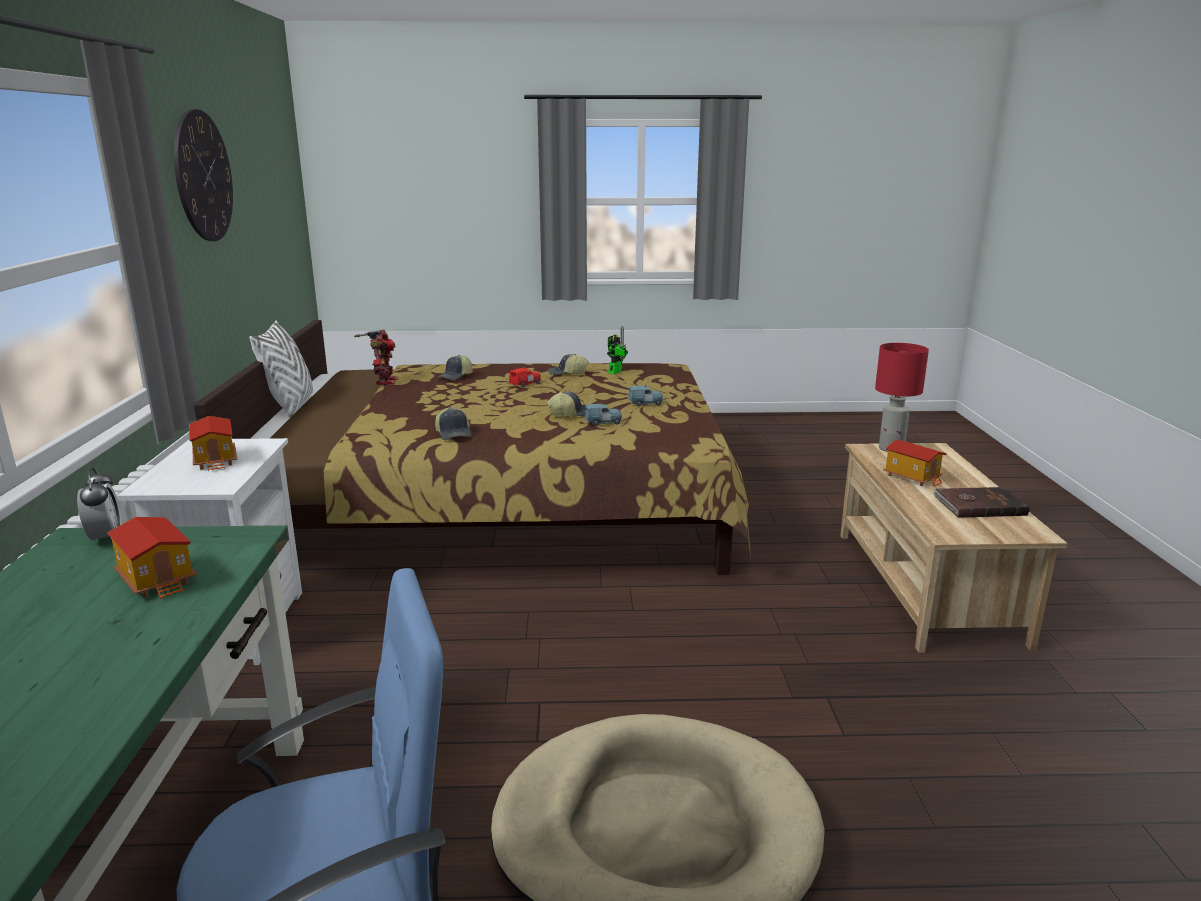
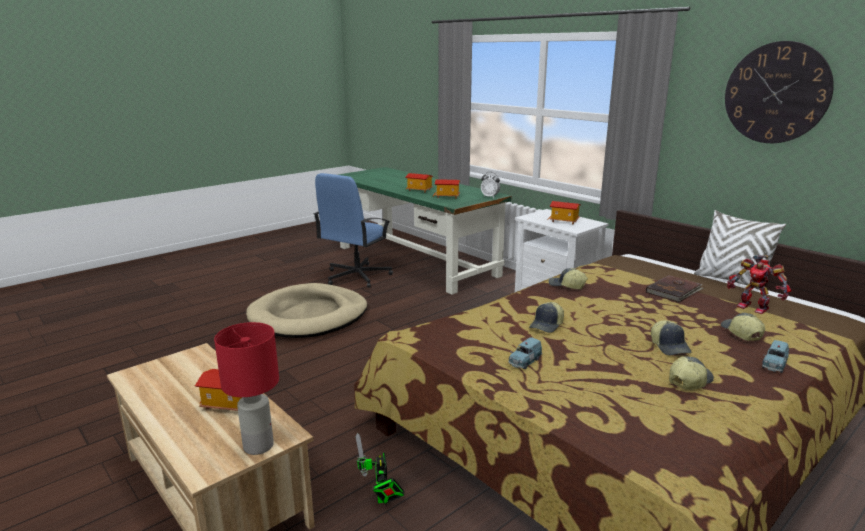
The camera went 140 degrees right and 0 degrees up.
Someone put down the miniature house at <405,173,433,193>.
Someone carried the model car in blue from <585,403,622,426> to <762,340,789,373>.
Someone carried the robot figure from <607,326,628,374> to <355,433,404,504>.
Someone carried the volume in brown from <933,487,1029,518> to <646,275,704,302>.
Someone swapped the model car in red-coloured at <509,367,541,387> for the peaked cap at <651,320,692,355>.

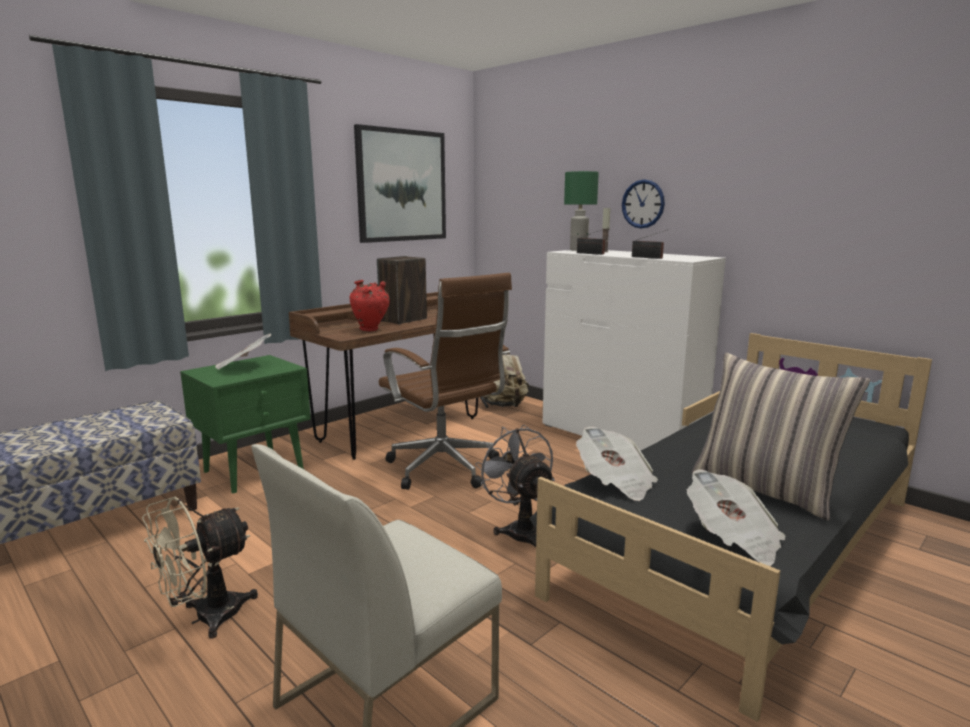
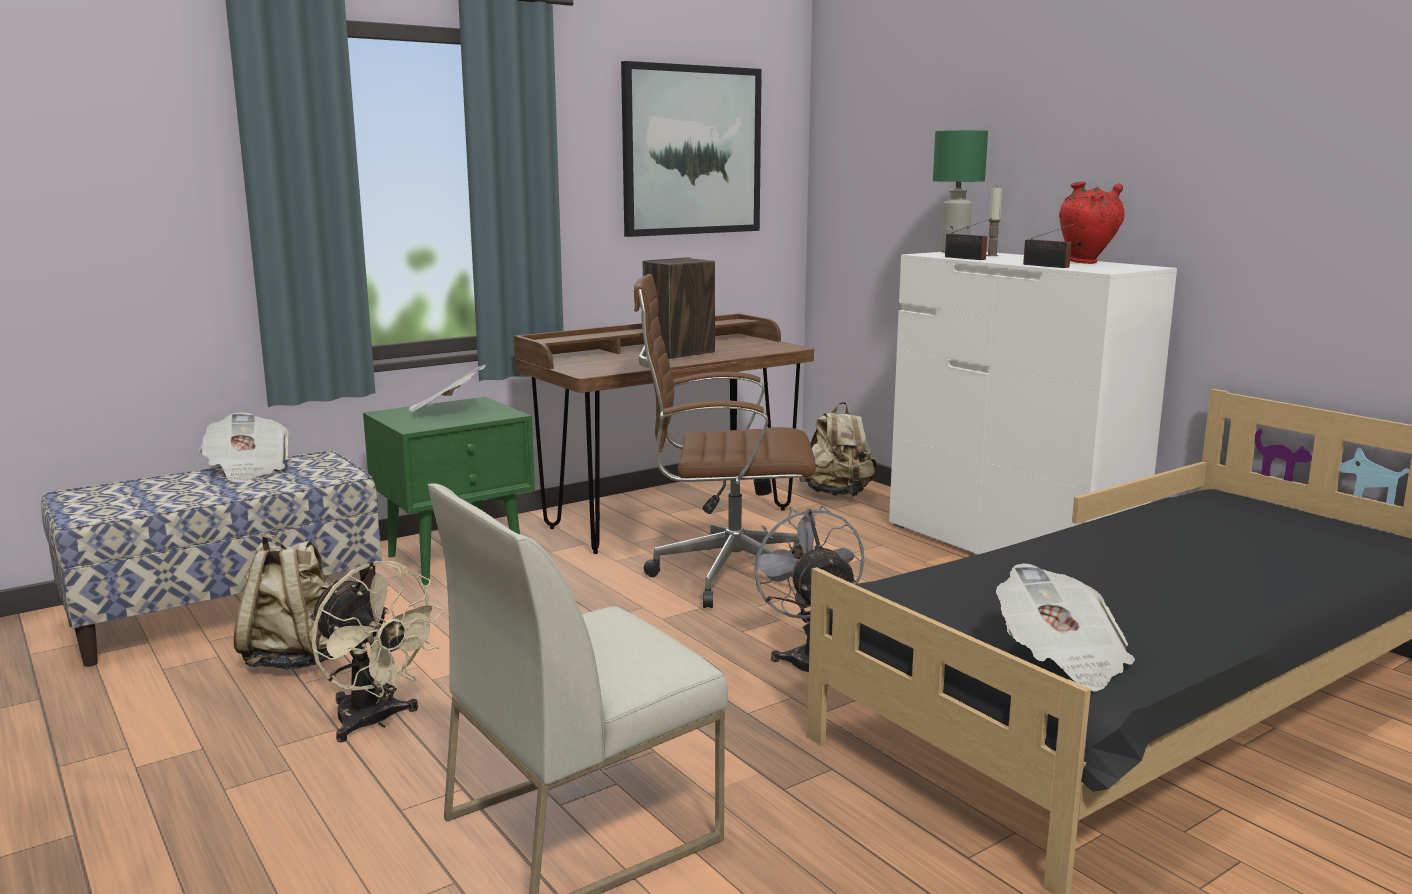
The camera went 10 degrees right and 0 degrees up.
Someone took away the wall clock at <622,179,665,228>.
Someone took away the cushion at <692,352,870,521>.
Someone put down the rucksack in beige at <234,533,334,669>.
Someone carried the decorative vase in red-coloured from <349,280,390,331> to <1059,182,1125,264>.
Someone carried the printed paper from <576,426,658,501> to <200,412,289,482>.
Someone rotated the fan in beige at <142,497,258,638> by 105 degrees counterclockwise.
Someone rotated the desk chair in brown at <379,273,512,490> by 120 degrees clockwise.

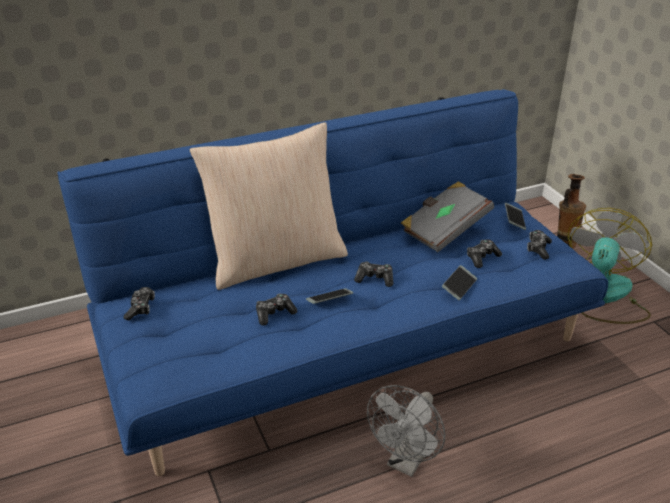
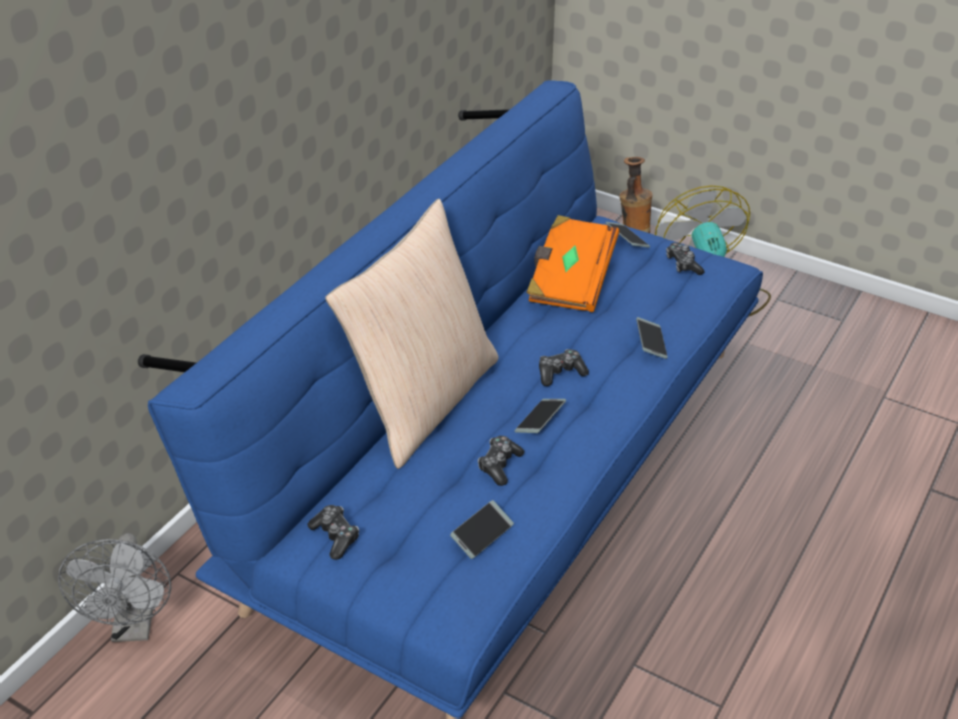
The camera went 35 degrees left and 5 degrees up.
Someone took away the joypad at <467,239,502,268>.
Someone put down the handset at <450,500,514,559>.
Someone carried the fan in greyish from <367,385,445,477> to <58,533,171,642>.
Someone repainted the volume in greyish at <401,181,494,252>, which became the volume in orangey at <526,215,619,312>.

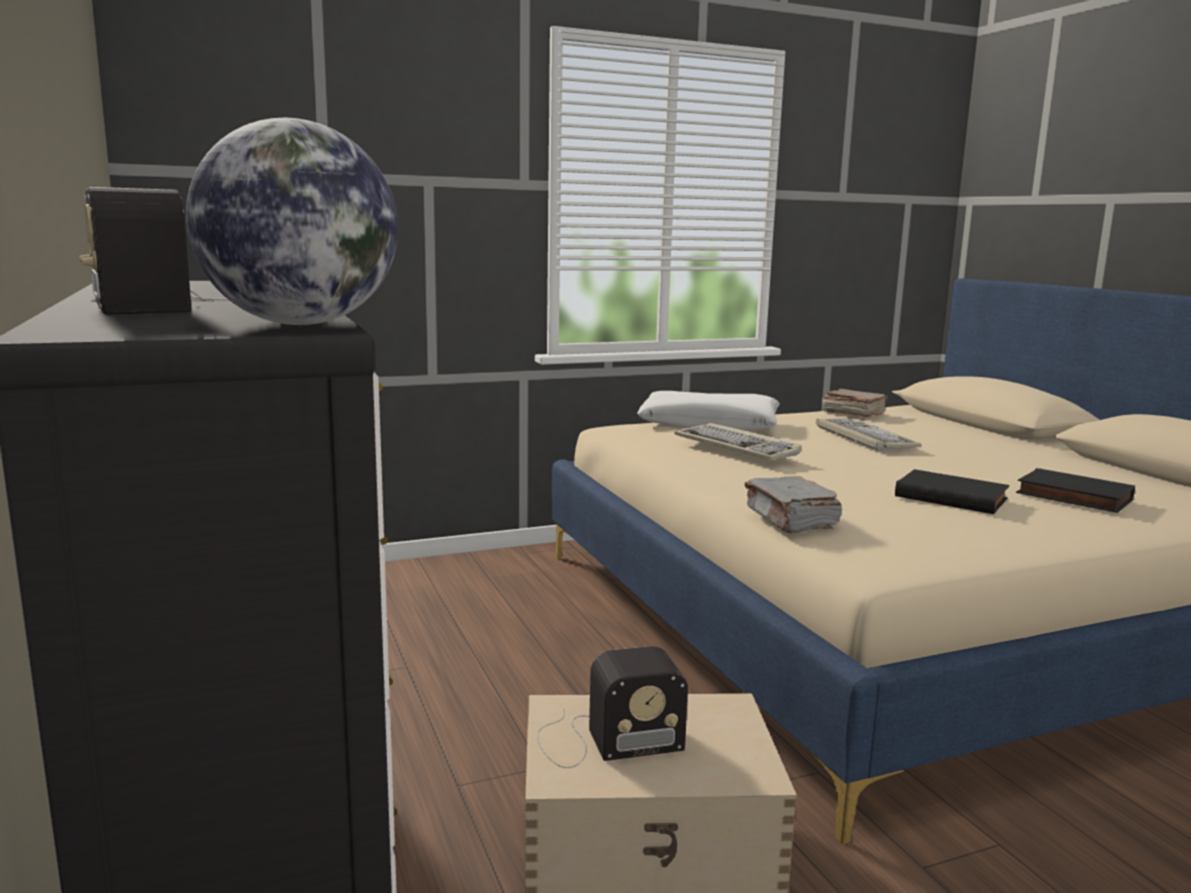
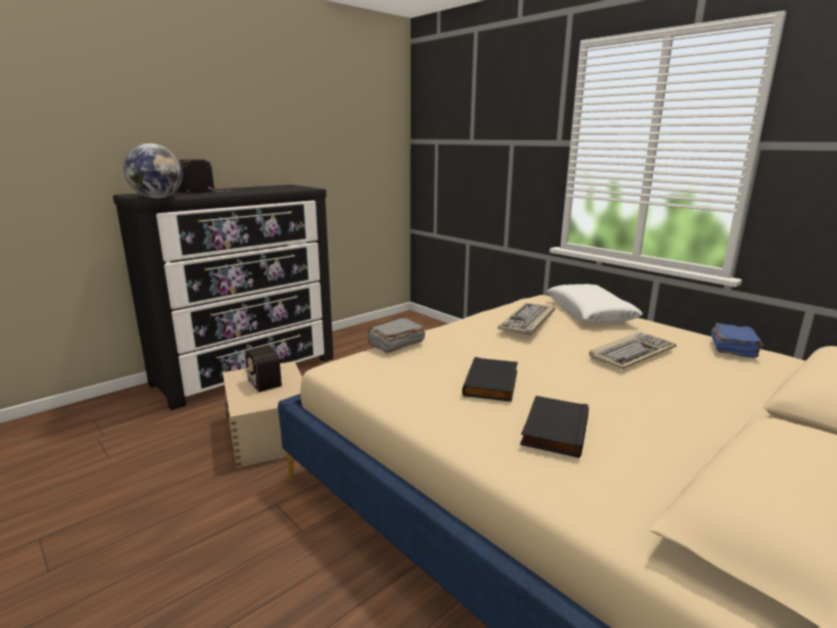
The camera went 70 degrees right and 5 degrees up.
Someone repainted the volume in brown at <822,389,888,417>, which became the volume in blue at <711,323,763,358>.

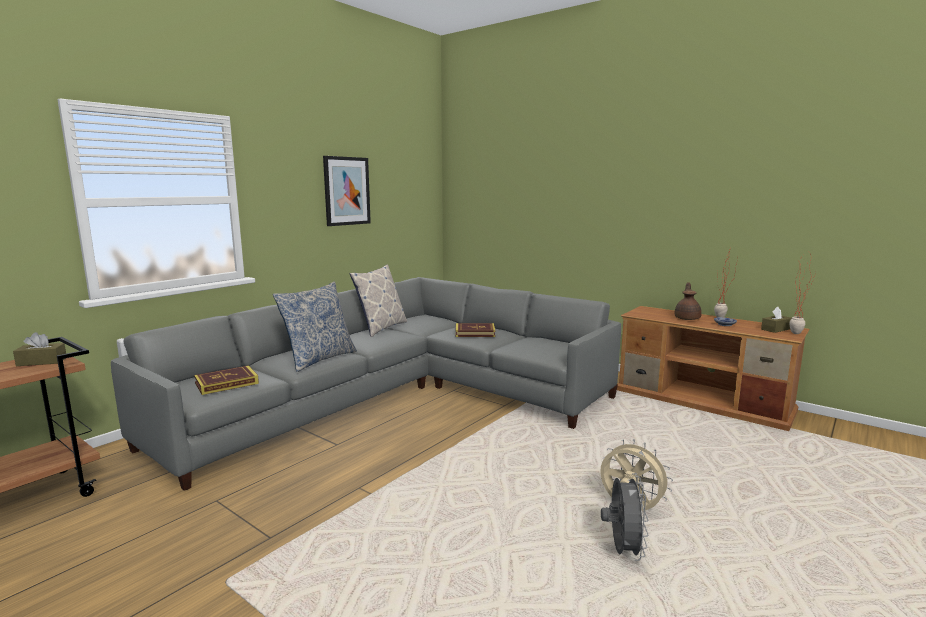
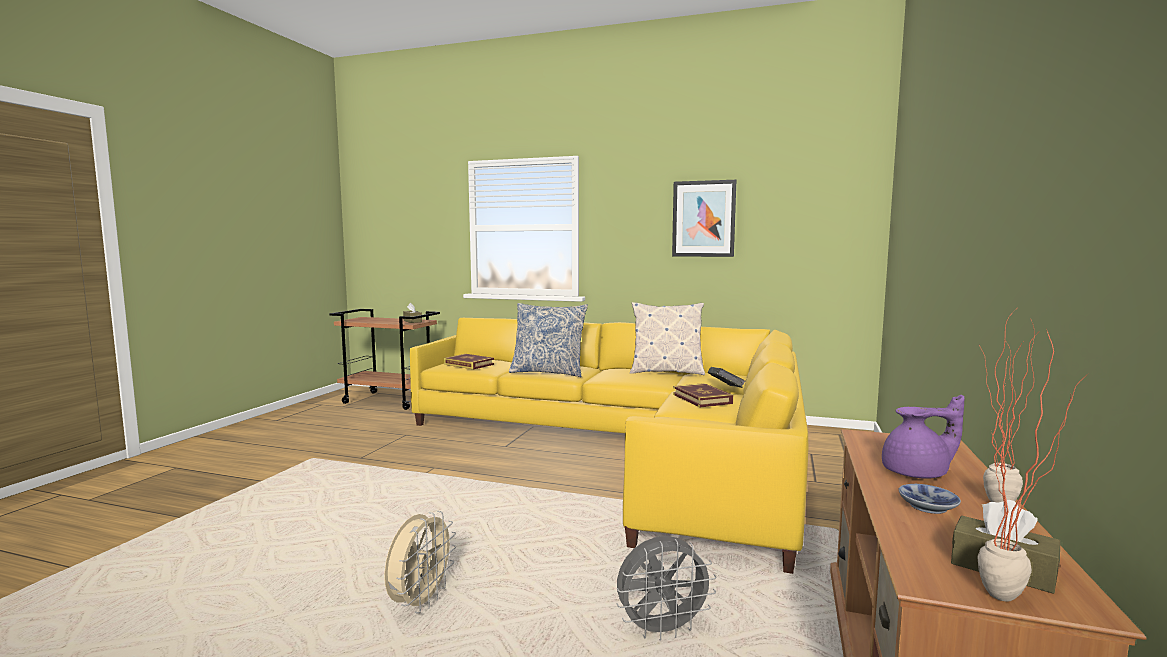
The camera went 70 degrees right and 5 degrees down.
Someone put down the volume at <708,367,745,388>.
Someone carried the fan in greyish from <601,473,648,561> to <617,536,717,641>.
Someone repainted the couch in greyish at <111,277,621,491>, which became the couch in yellow at <410,318,808,574>.
Someone repainted the pot for tea in brown at <675,282,702,320>, which became the pot for tea in purple at <882,395,964,479>.

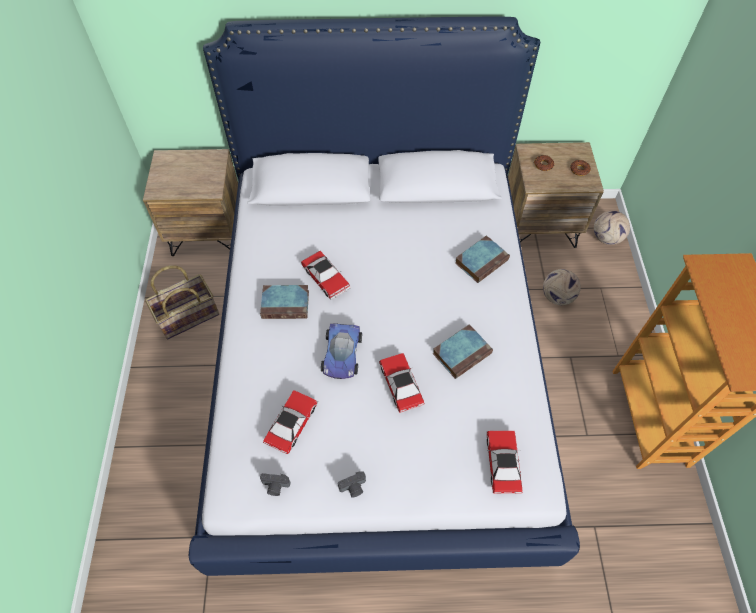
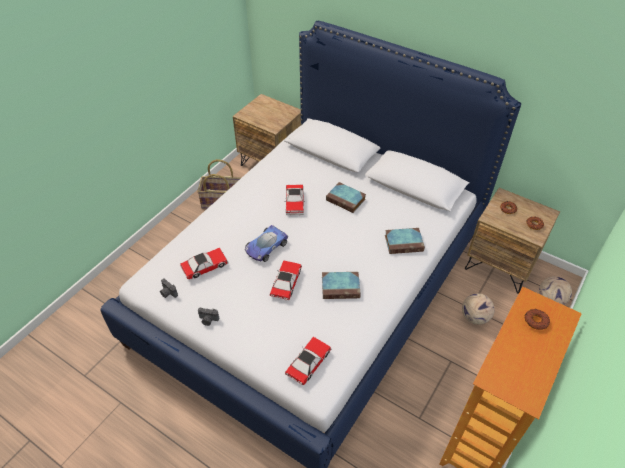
The camera went 35 degrees right and 10 degrees down.
Someone put down the doughnut at <525,309,550,330>.
Someone carried the volume from <260,285,309,319> to <326,182,366,213>.

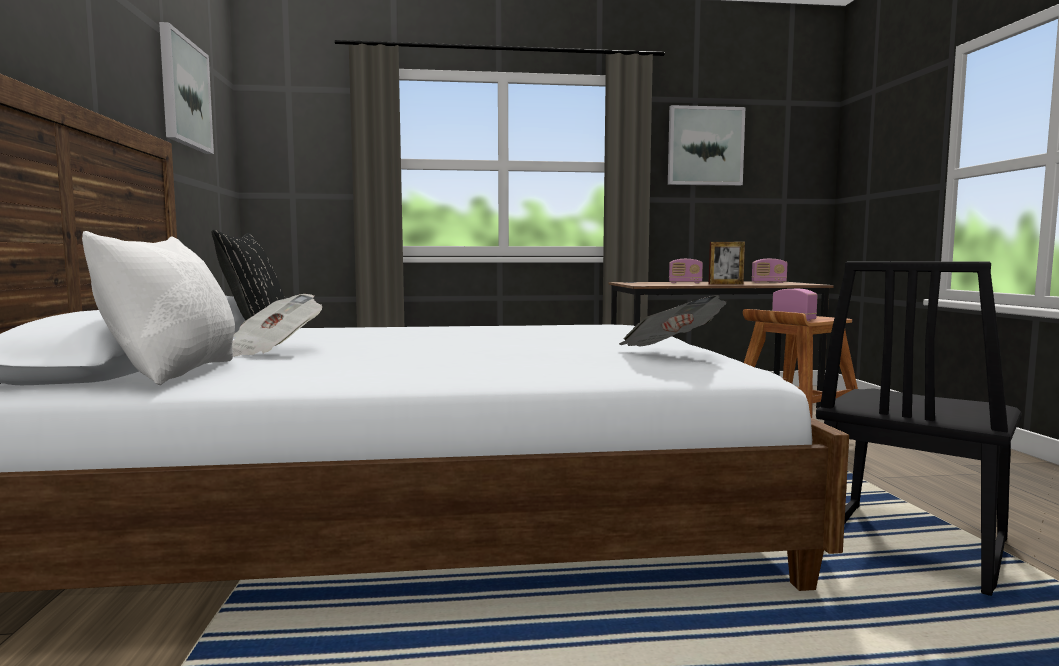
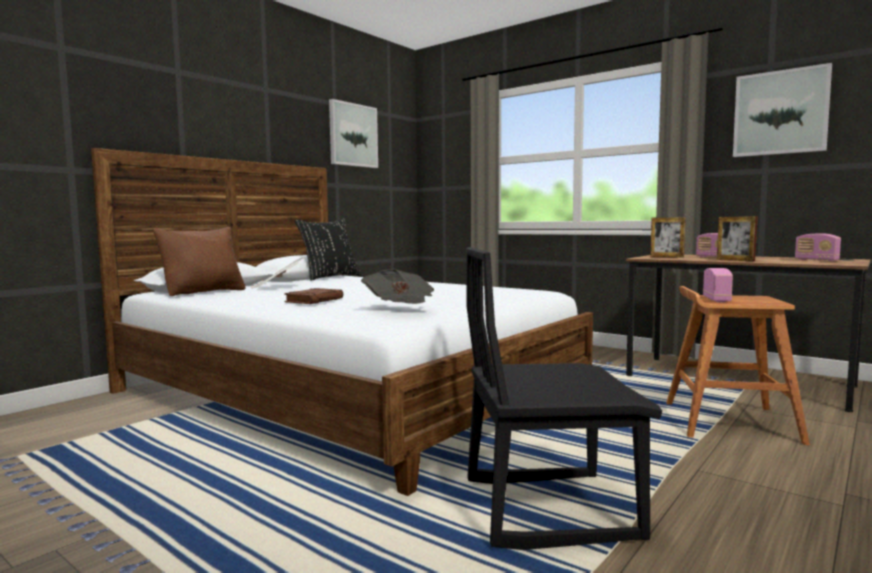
The camera went 45 degrees right and 0 degrees up.
Someone put down the volume in brown at <284,288,343,304>.
Someone put down the standing frame at <650,217,686,258>.
Someone repainted the cushion in whitish at <82,231,235,385>, which became the cushion in brown at <153,227,246,296>.

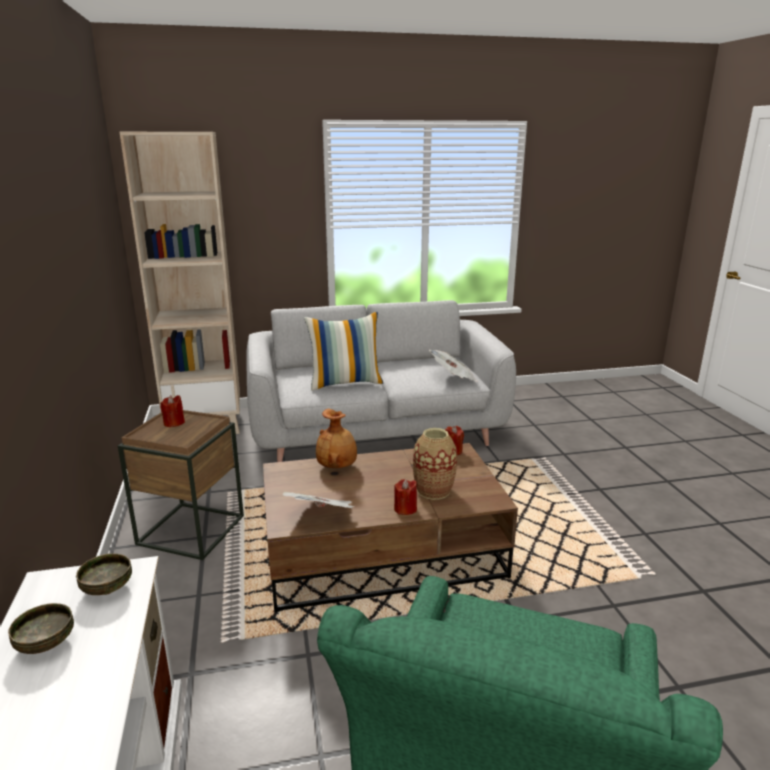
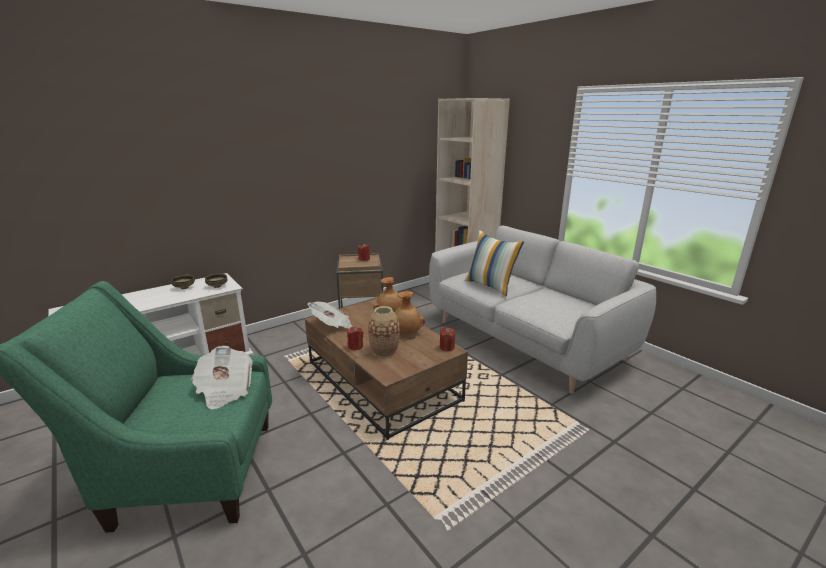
The camera went 65 degrees right and 0 degrees up.
Someone put down the decorative vase in brown at <395,291,425,334>.
Someone carried the printed paper from <429,350,478,382> to <191,346,253,410>.

